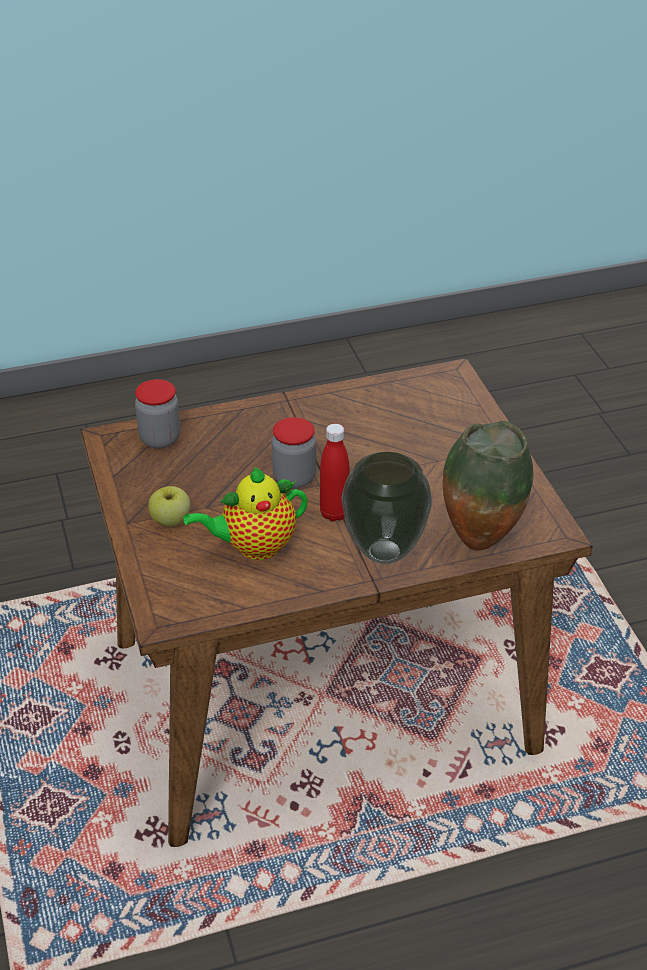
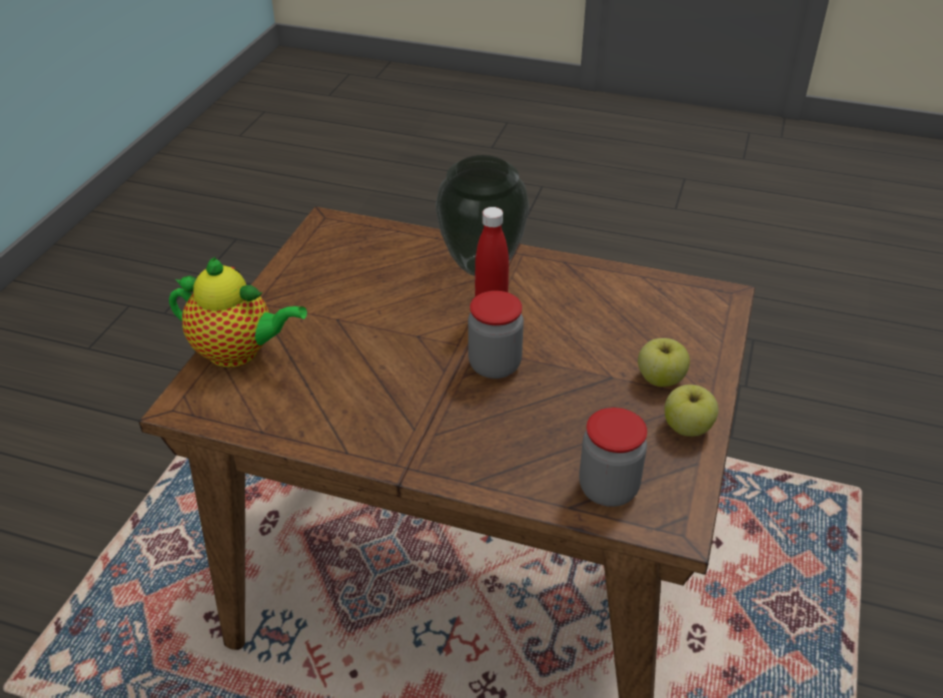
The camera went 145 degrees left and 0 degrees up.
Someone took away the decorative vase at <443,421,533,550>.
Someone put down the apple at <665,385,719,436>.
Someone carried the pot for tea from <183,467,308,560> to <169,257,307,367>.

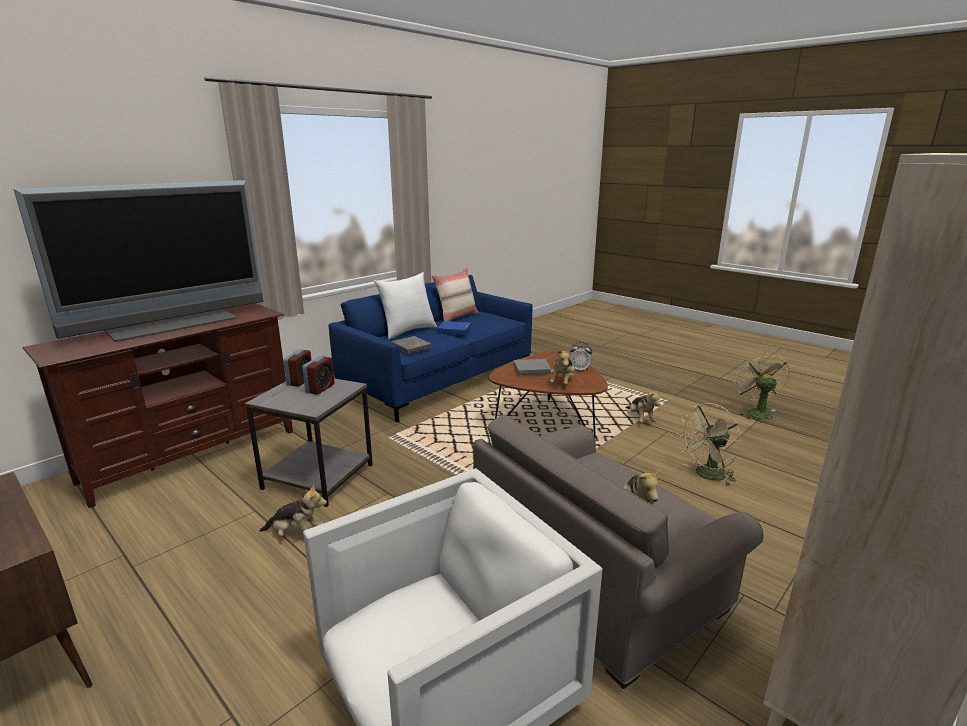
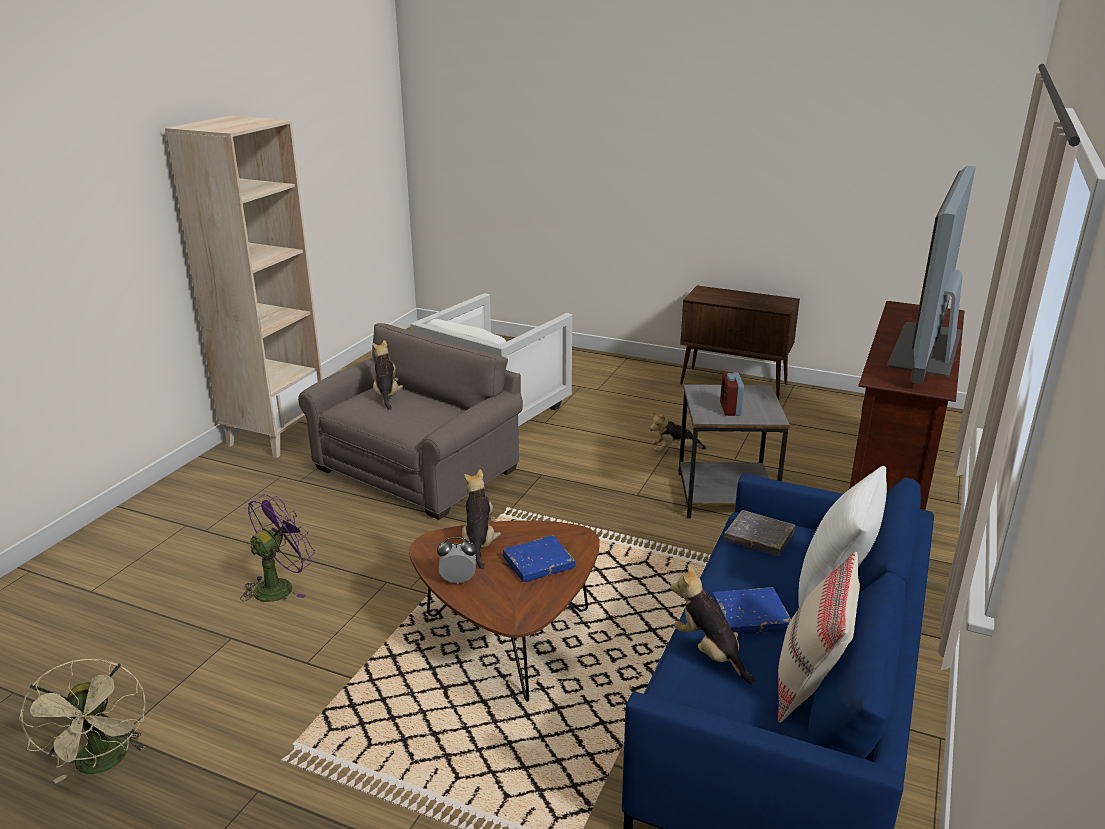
The camera went 160 degrees right and 5 degrees up.
Someone took away the alarm clock at <283,349,311,386>.
Someone carried the soft toy from <626,390,661,422> to <671,564,754,684>.
Someone repainted the volume in greyish at <513,359,551,375>, which became the volume in blue at <503,535,576,582>.
Someone repainted the fan in beige at <678,403,741,485>, which became the fan in purple at <240,494,315,602>.

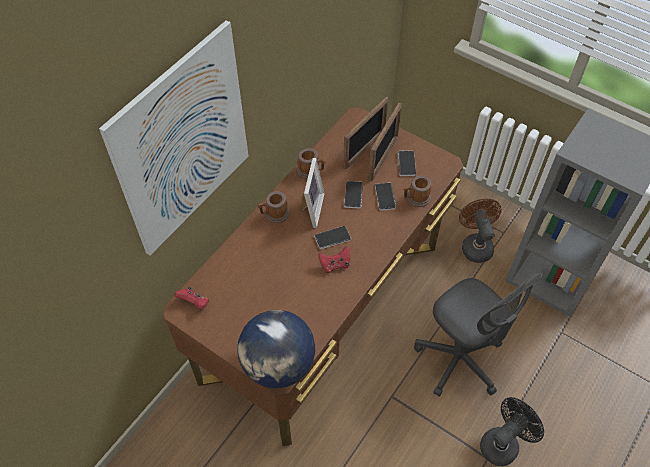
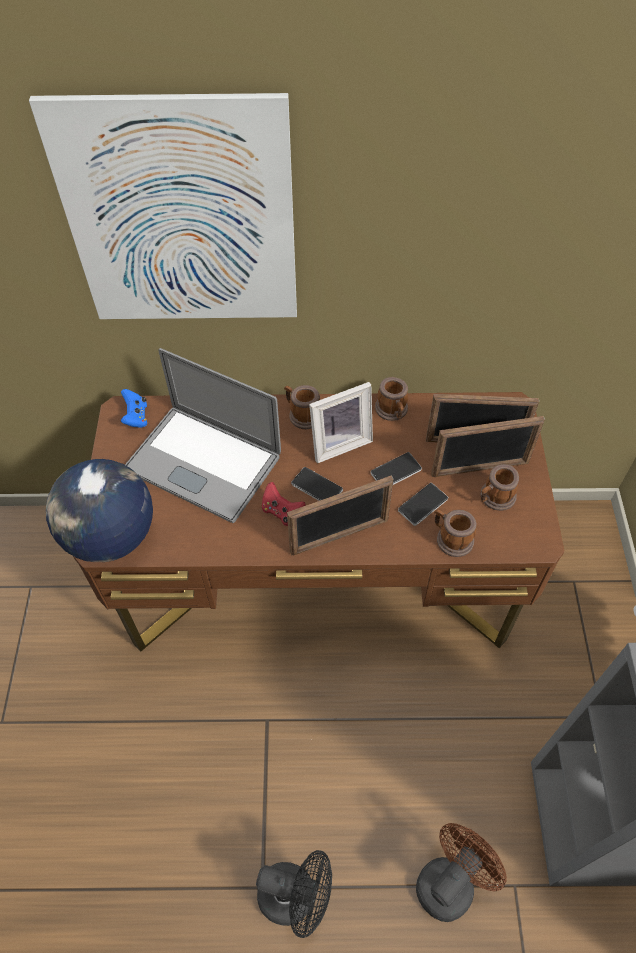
The camera went 55 degrees right and 0 degrees up.
Someone took away the desk chair in greyish at <414,273,543,397>.
Someone put down the laptop at <125,348,281,523>.
Someone put down the standing frame at <287,475,393,556>.
Someone carried the fan in brown from <459,198,502,263> to <416,823,507,922>.
Someone swapped the handset at <398,151,416,176> for the mug at <481,464,519,511>.
Someone repainted the joypad in red-coloured at <175,287,209,309>, which became the joypad in blue at <121,389,147,428>.

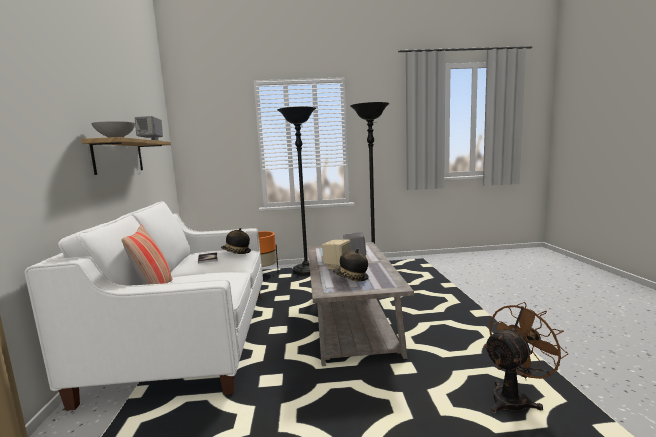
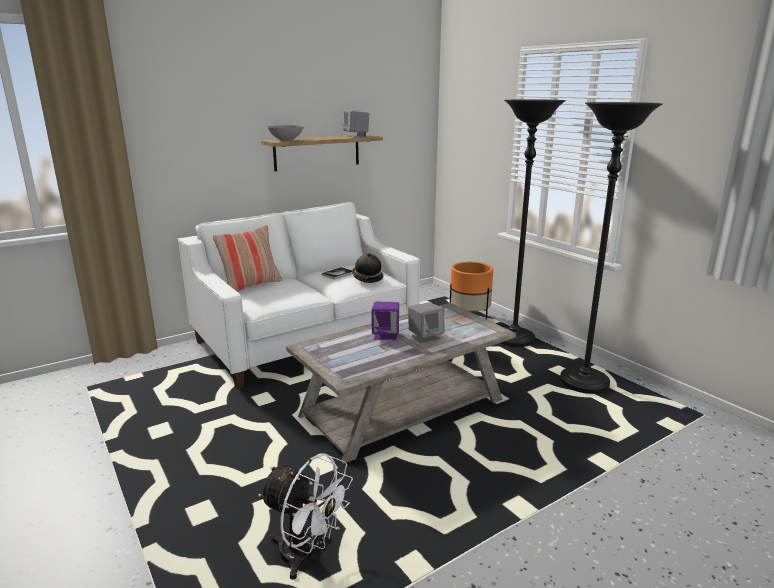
The camera went 60 degrees right and 10 degrees up.
Someone took away the hat at <333,249,369,281>.
Someone repainted the audio speaker in beige at <322,240,351,270>, which became the audio speaker in purple at <372,302,399,340>.
Someone repainted the fan in brown at <483,302,568,413>, which became the fan in whitish at <259,454,353,580>.

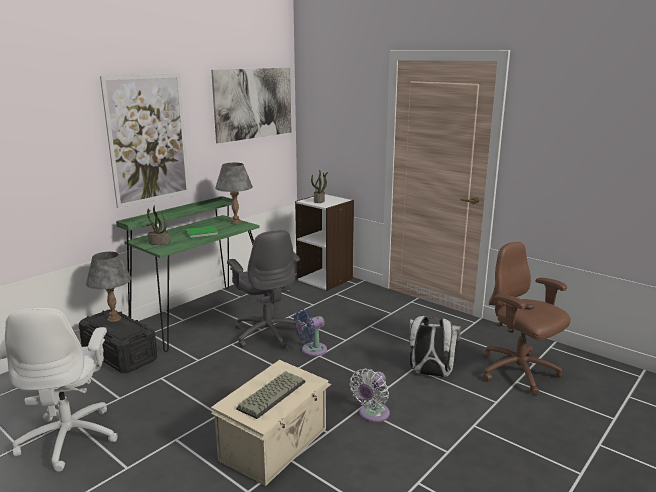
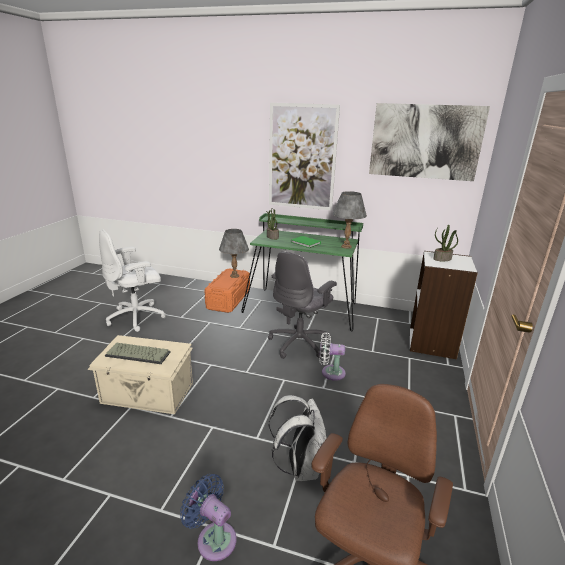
The camera went 65 degrees right and 5 degrees up.
Someone carried the fan in blue from <294,309,327,356> to <180,474,236,561>.
Someone carried the fan in whitish from <350,369,390,422> to <319,332,346,381>.
Someone repainted the storage container in black-coloured at <78,309,157,373>, which became the storage container in orangey at <204,268,250,313>.

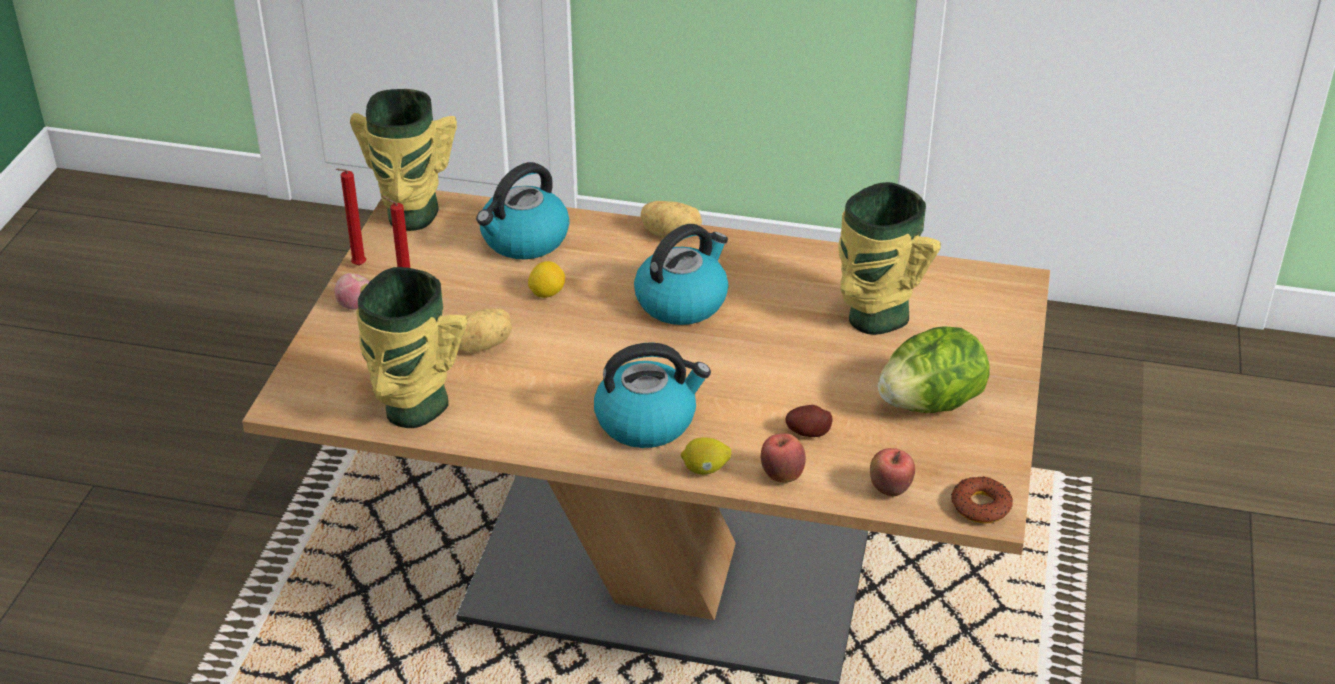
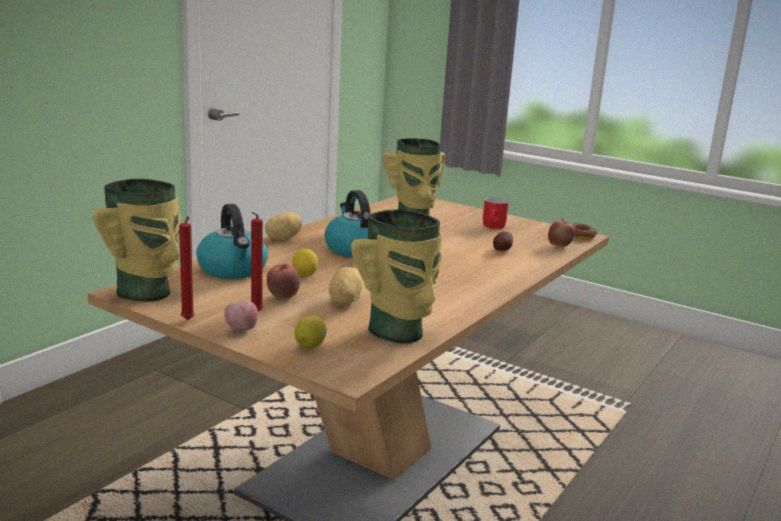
The camera went 70 degrees left and 20 degrees down.
Someone took away the kettle at <594,342,711,448>.
Someone carried the lemon from <681,437,731,475> to <295,316,327,349>.
Someone carried the apple from <761,433,806,483> to <267,264,300,299>.
Someone swapped the head of lettuce at <878,326,990,413> for the mug in red-coloured at <483,198,509,229>.

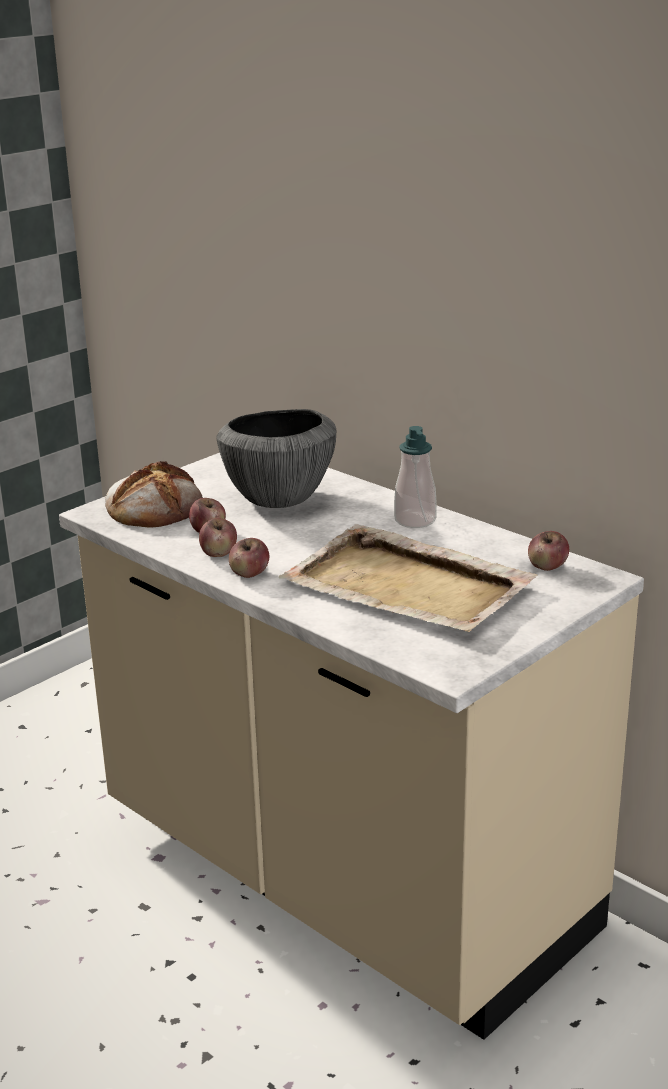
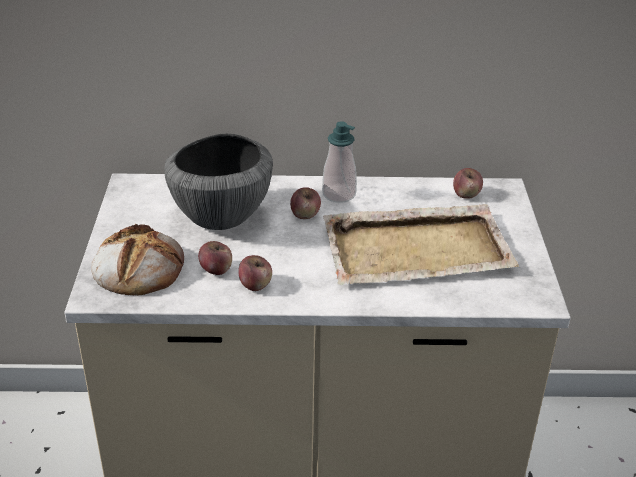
The camera went 45 degrees left and 10 degrees up.
Someone carried the apple from <229,538,269,578> to <290,187,321,219>.

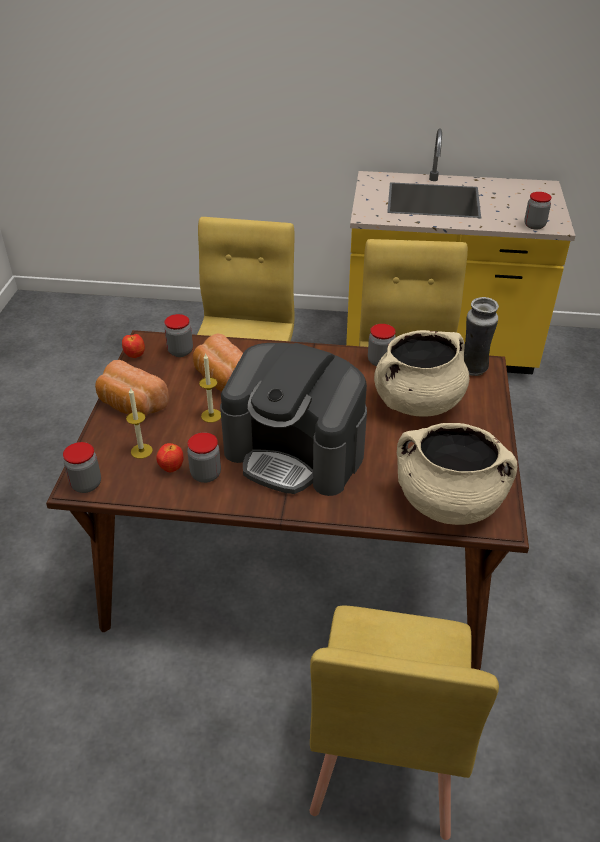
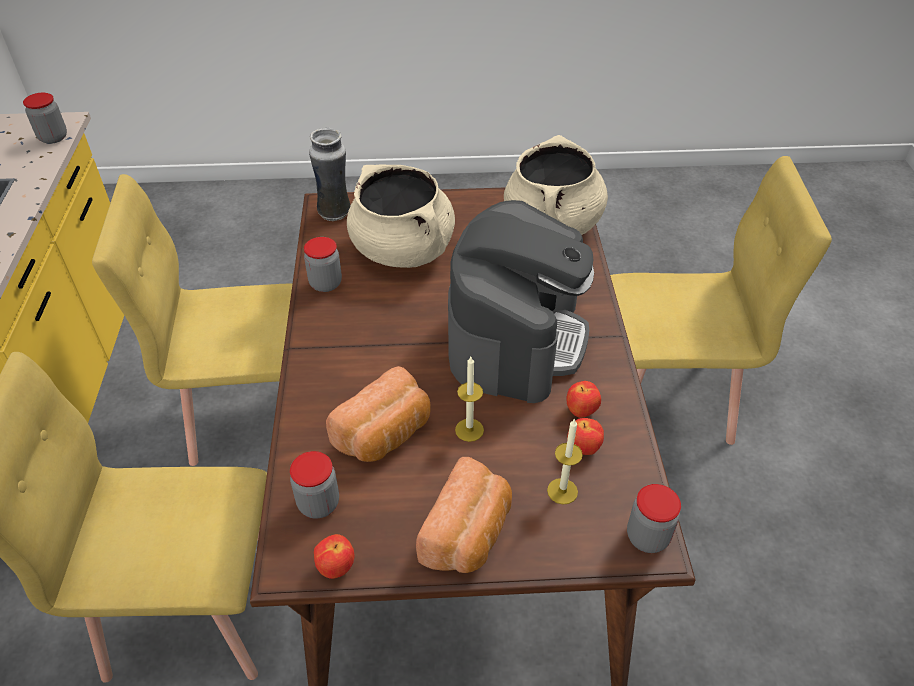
The camera went 100 degrees left and 5 degrees up.
Someone swapped the preserve jar at <187,432,221,483> for the apple at <566,381,601,418>.

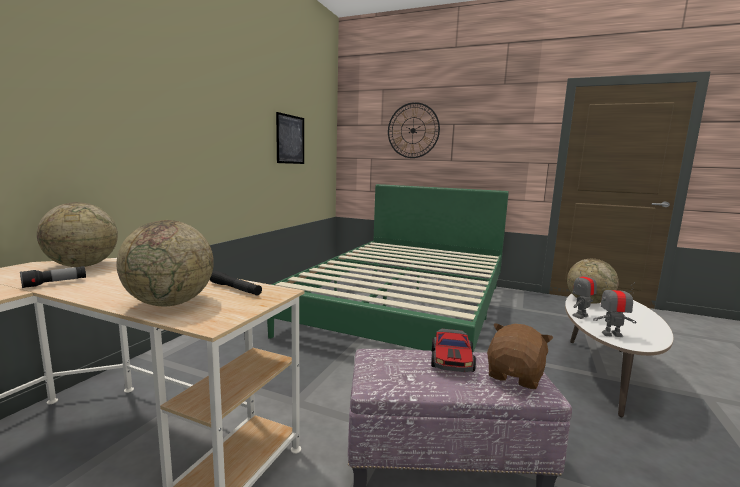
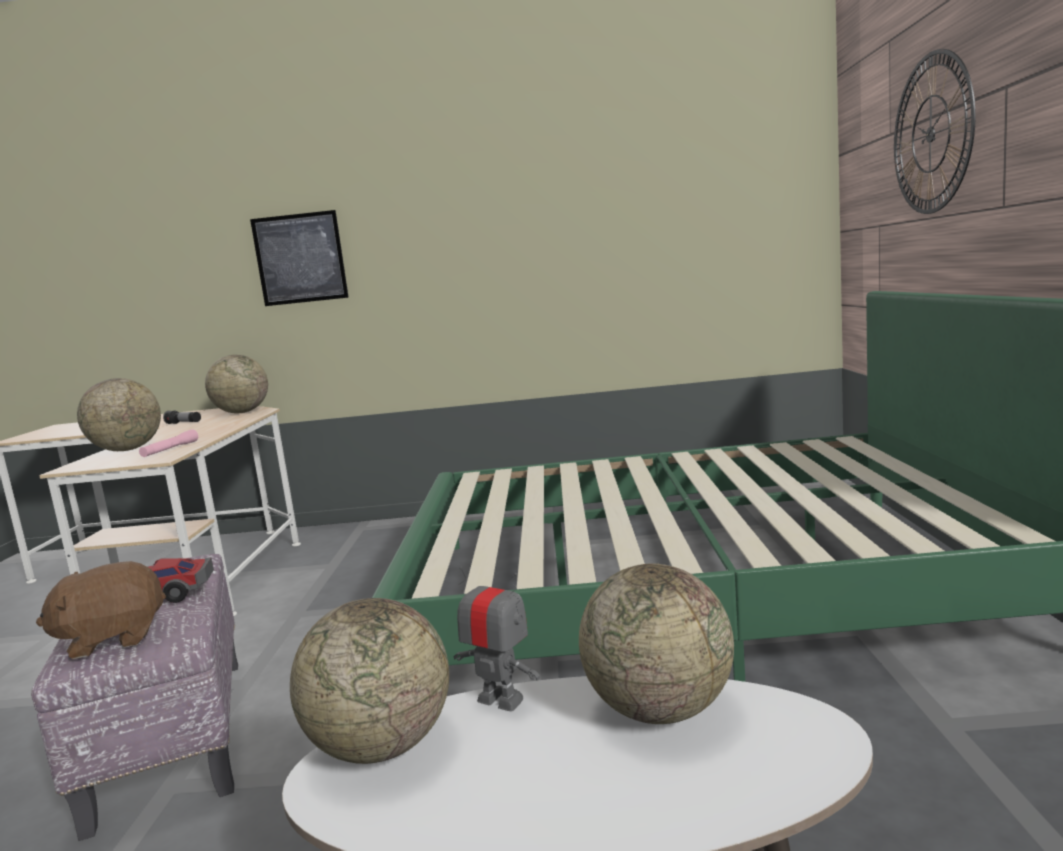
The camera went 70 degrees right and 0 degrees up.
Someone carried the picture from <276,112,304,164> to <250,210,349,306>.
Someone swapped the robot figure at <593,282,637,337> for the desk globe at <290,598,449,764>.
Someone repainted the flashlight in black-coloured at <210,271,262,295>, which became the flashlight in pinkish at <139,429,198,457>.
Someone rotated the soft toy in brown at <487,323,553,389> by 150 degrees clockwise.

